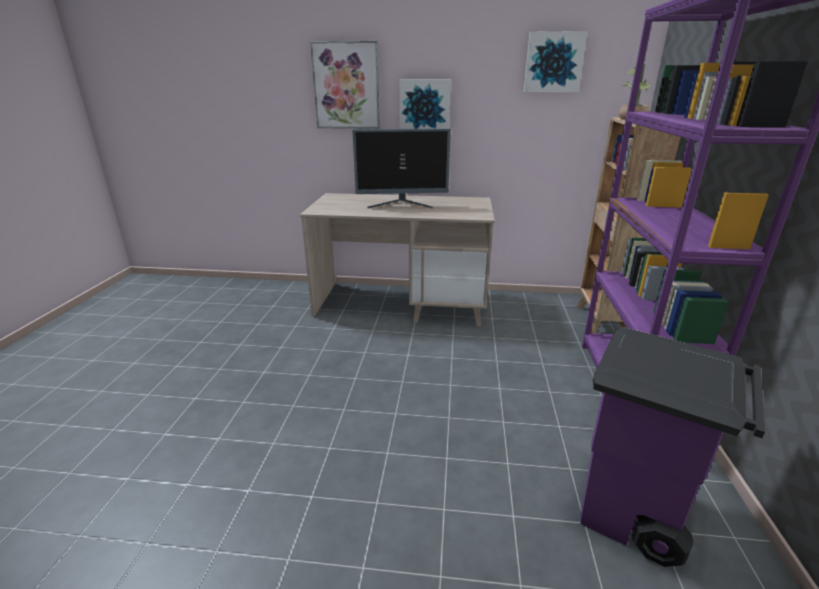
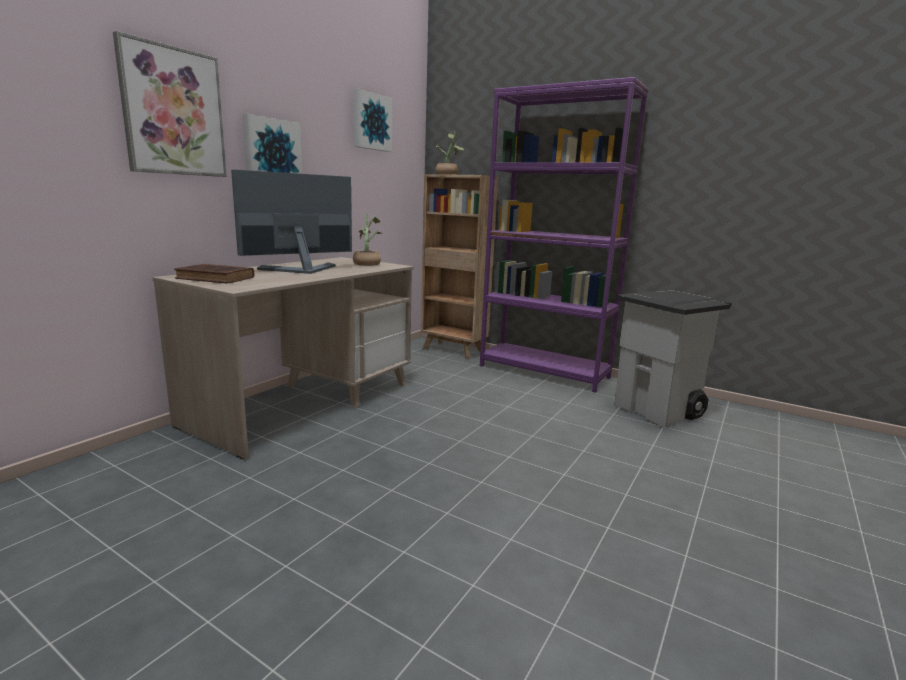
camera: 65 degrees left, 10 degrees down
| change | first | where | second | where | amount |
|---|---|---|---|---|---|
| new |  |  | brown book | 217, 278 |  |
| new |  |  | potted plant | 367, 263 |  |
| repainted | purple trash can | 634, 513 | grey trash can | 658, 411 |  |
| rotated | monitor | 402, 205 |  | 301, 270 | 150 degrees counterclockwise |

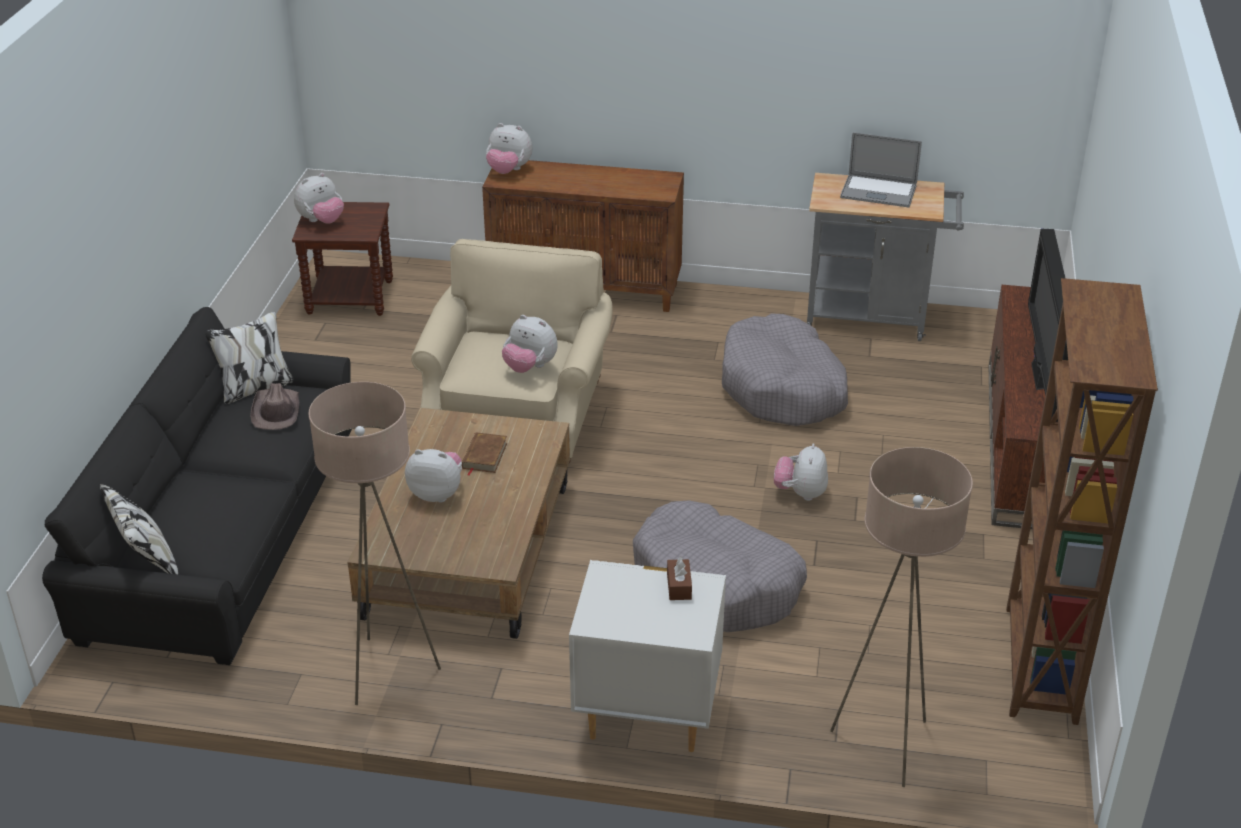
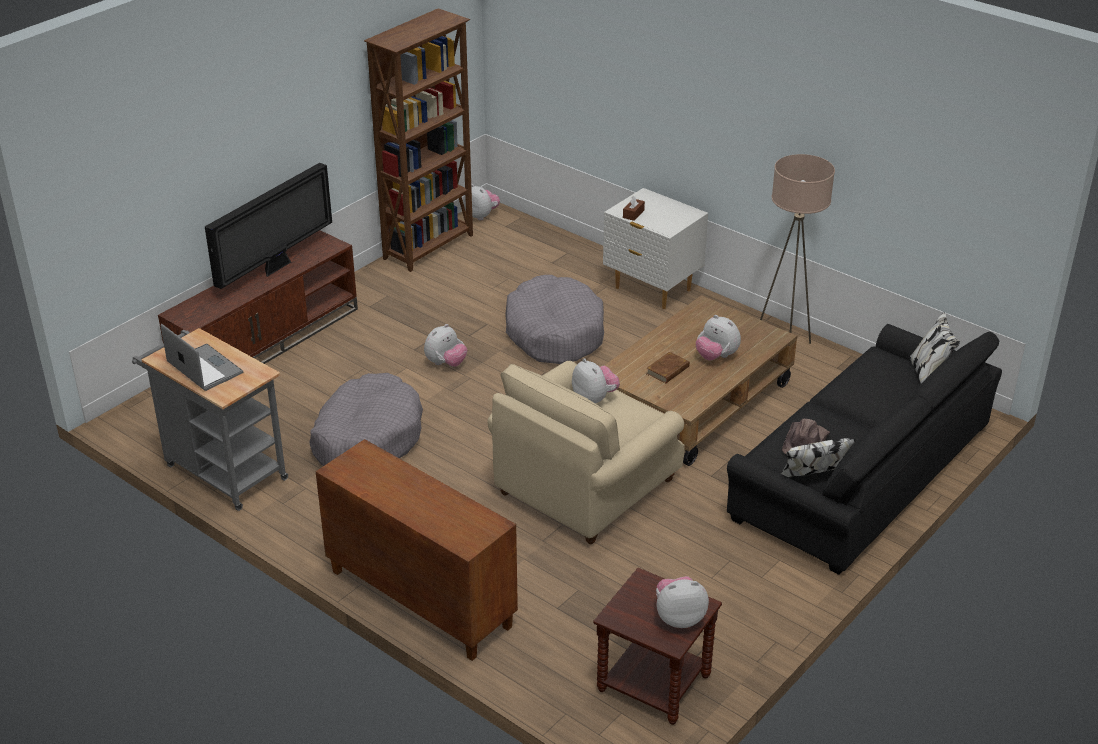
camera: 150 degrees left, 0 degrees up
| change | first | where | second | where | amount |
|---|---|---|---|---|---|
| gone | beige floor lamp | 885, 745 |  |  |  |
| shifted | plush toy | 509, 171 |  | 481, 216 |  |

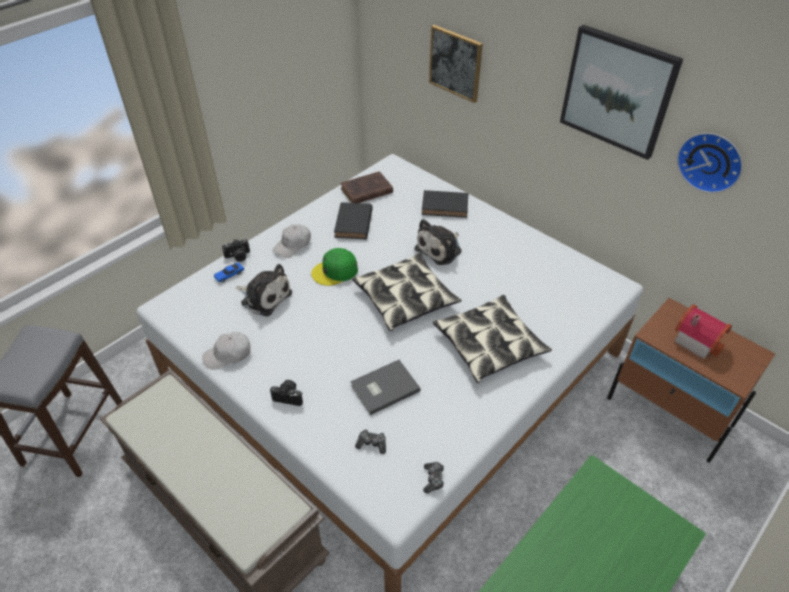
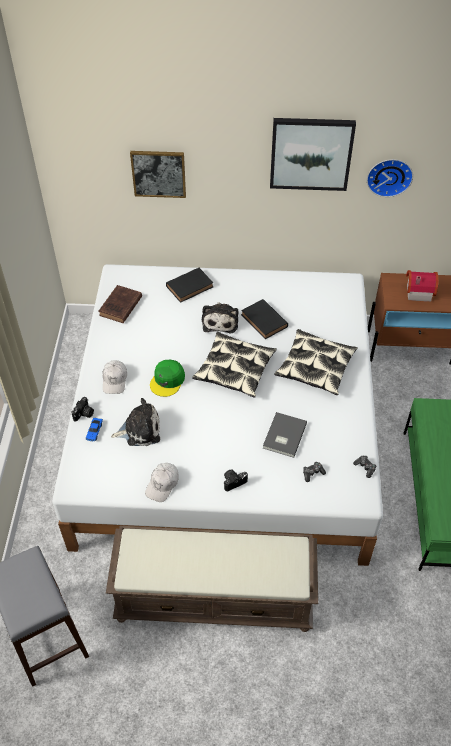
camera: 40 degrees left, 5 degrees up
| change | first | where | second | where | amount |
|---|---|---|---|---|---|
| shifted | black book | 353, 224 |  | 265, 321 |  |

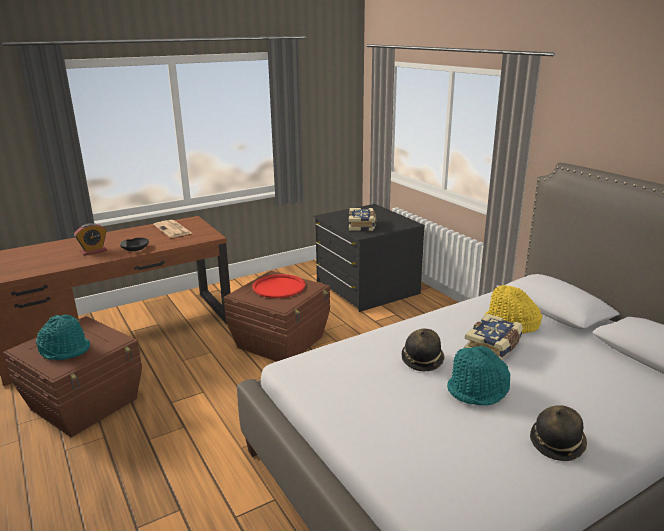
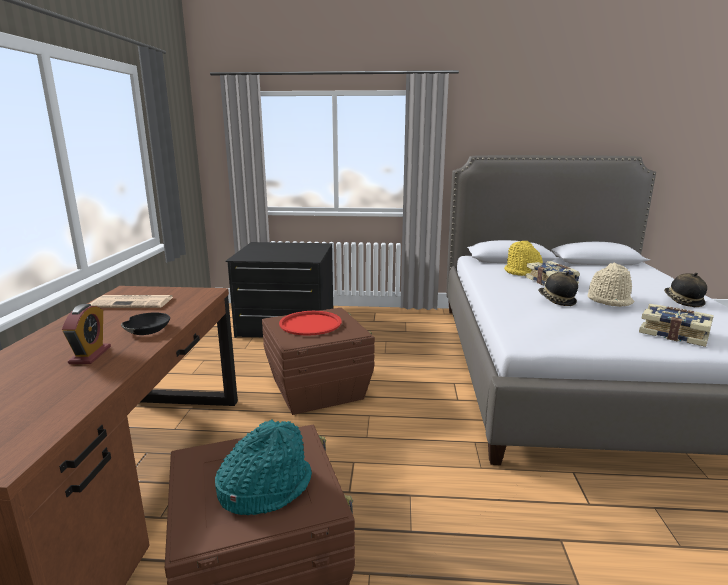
camera: 55 degrees left, 5 degrees down
| change | first | where | second | where | amount |
|---|---|---|---|---|---|
| shifted | book | 362, 225 |  | 674, 333 |  |
| repainted | turquoise hat | 478, 390 | beige hat | 609, 300 |  |

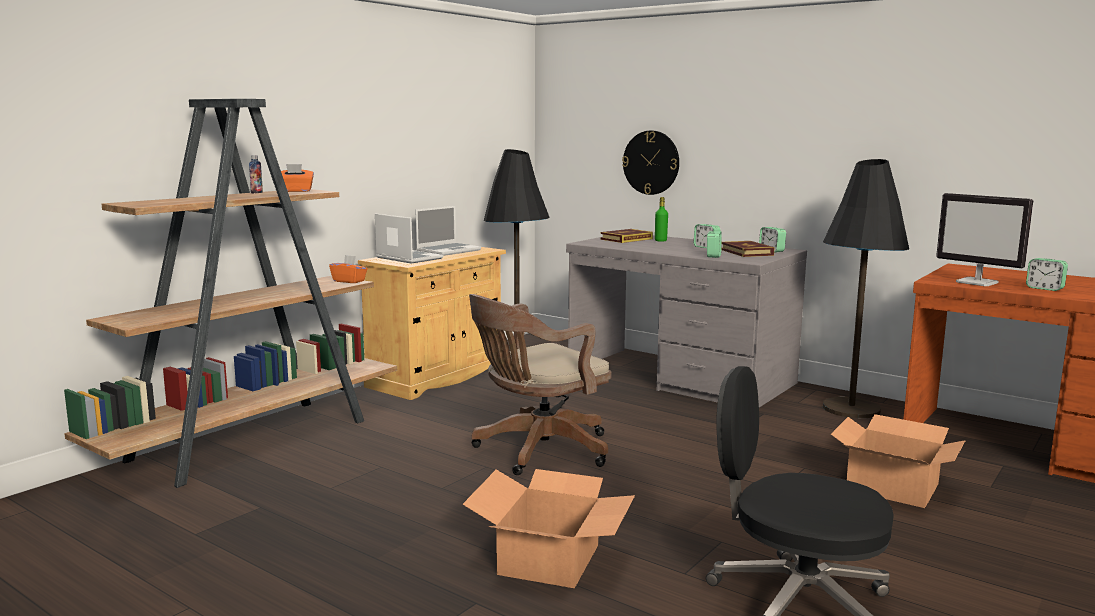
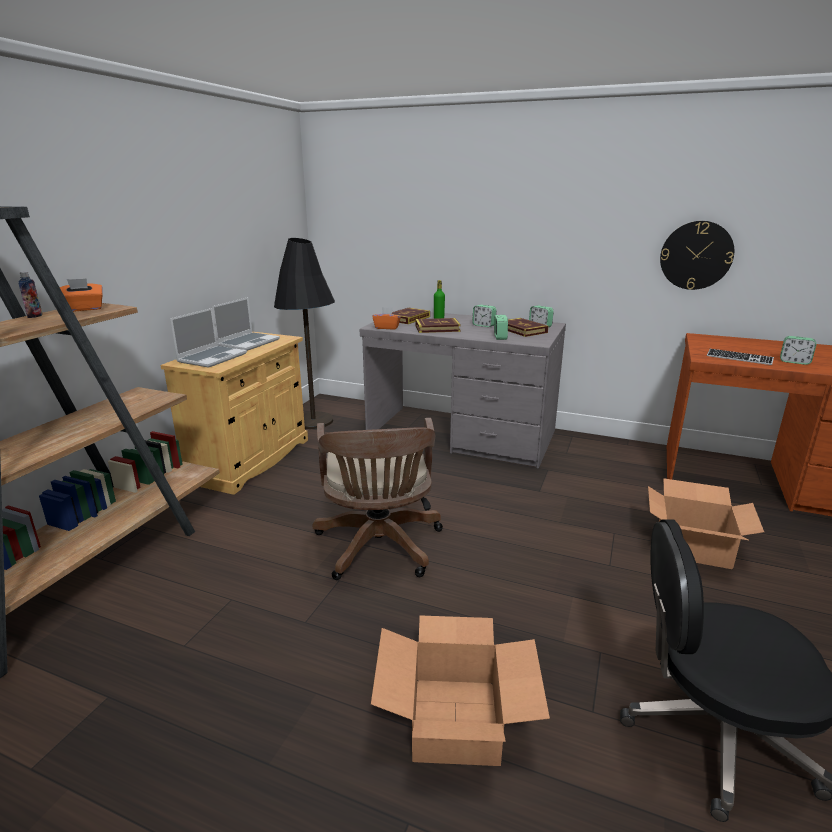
camera: 15 degrees left, 10 degrees up
| change | first | where | second | where | amount |
|---|---|---|---|---|---|
| gone | black floor lamp | 851, 409 |  |  |  |
| new |  |  | book | 437, 328 |  |
| shifted | orange tissue box | 349, 281 |  | 387, 327 |  |
| shifted | wall clock | 651, 162 |  | 696, 255 |  |
| swapped | monitor | 978, 283 | keyboard | 739, 358 |  |
| rotated | laptop | 408, 258 |  | 212, 357 | 90 degrees clockwise |
| rotated | brown office chair | 537, 451 |  | 379, 548 | 45 degrees counterclockwise |

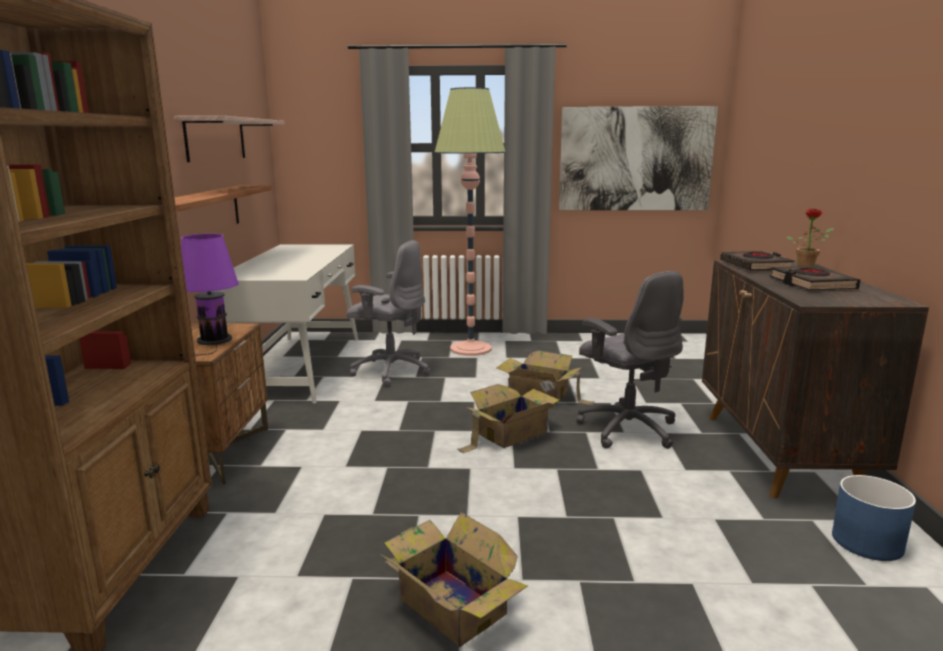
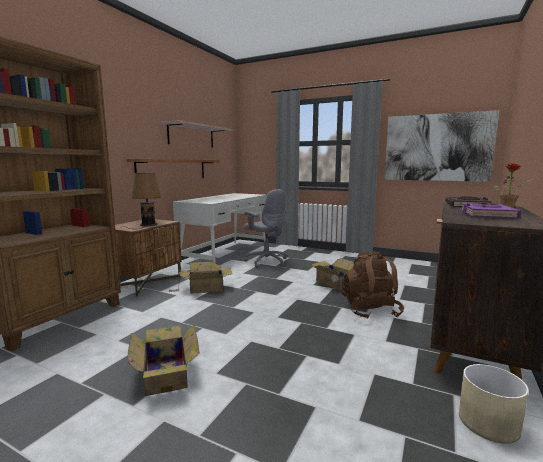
camera: 25 degrees right, 5 degrees down
| change | first | where | second | where | amount |
|---|---|---|---|---|---|
| gone | floor lamp | 471, 349 |  |  |  |
| shifted | cardboard box | 509, 434 |  | 204, 288 |  |
| swapped | grey office chair | 627, 429 | brown backpack | 370, 310 |  |
| repainted | purple table lamp | 212, 341 | brown table lamp | 146, 225 |  |
| repainted | black book | 811, 284 | purple book | 486, 215 |  |
| repainted | blue planter | 868, 542 | beige planter | 489, 423 |  |

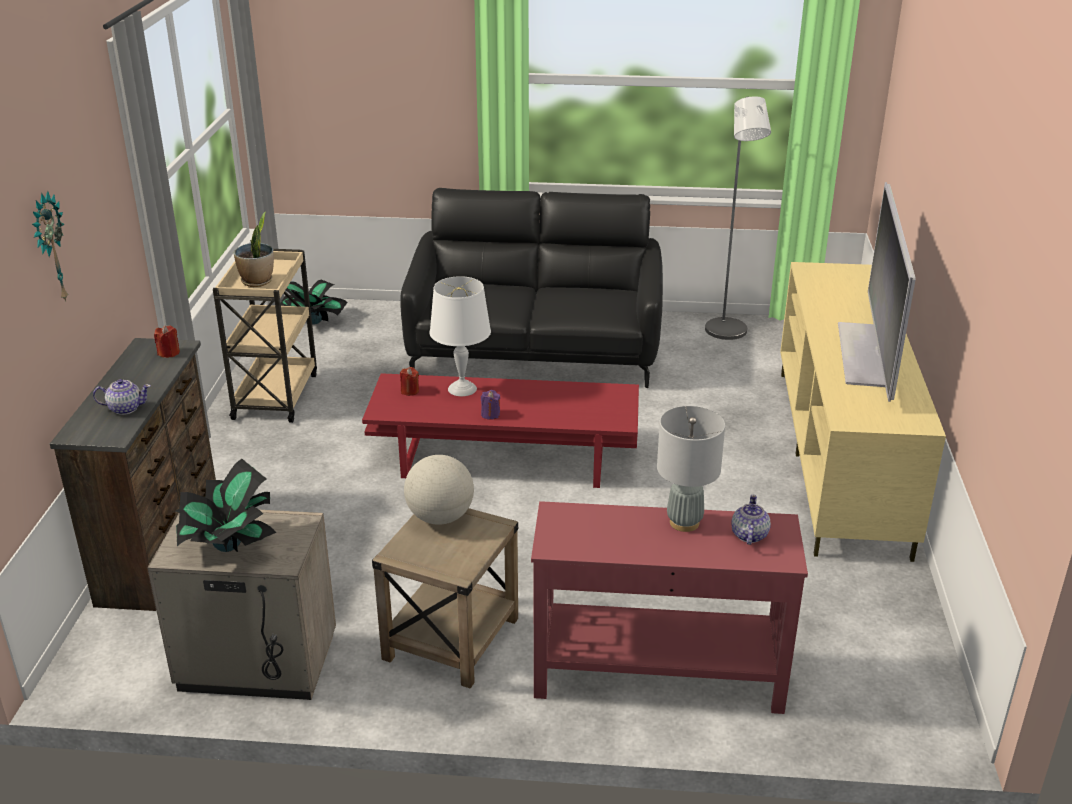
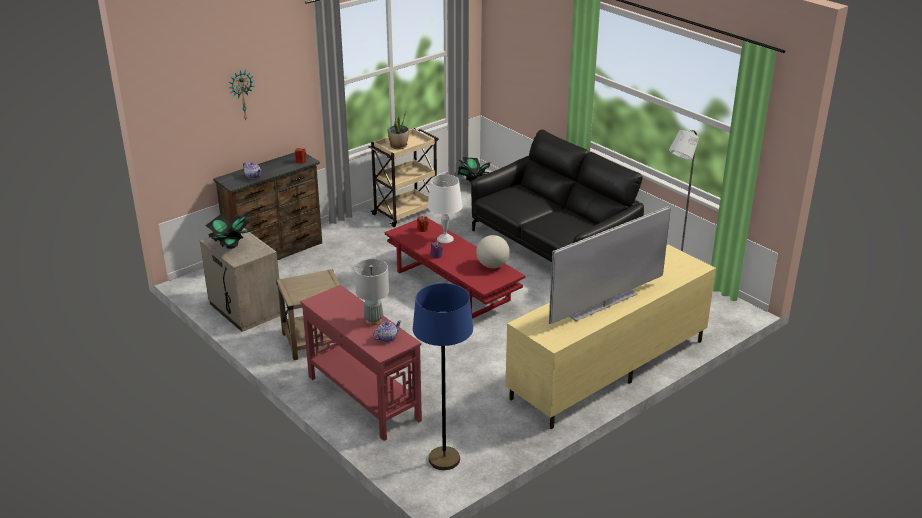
camera: 45 degrees right, 0 degrees up
| change | first | where | second | where | amount |
|---|---|---|---|---|---|
| new |  |  | blue floor lamp | 444, 459 |  |
| shifted | globe | 440, 517 |  | 492, 266 |  |

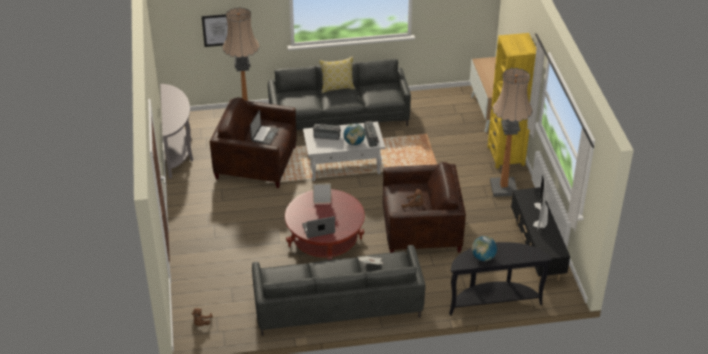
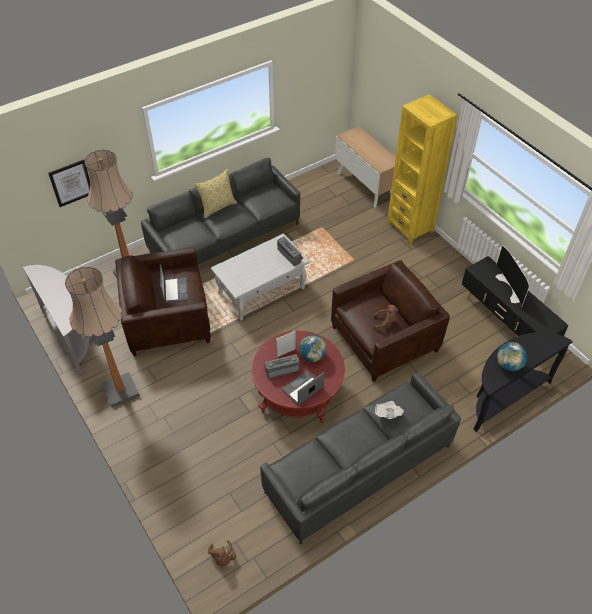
camera: 25 degrees left, 10 degrees up
| change | first | where | second | where | amount |
|---|---|---|---|---|---|
| shifted | radio | 327, 136 |  | 281, 369 |  |
| shifted | globe | 354, 143 |  | 312, 356 |  |
| shifted | floor lamp | 503, 188 |  | 120, 390 |  |

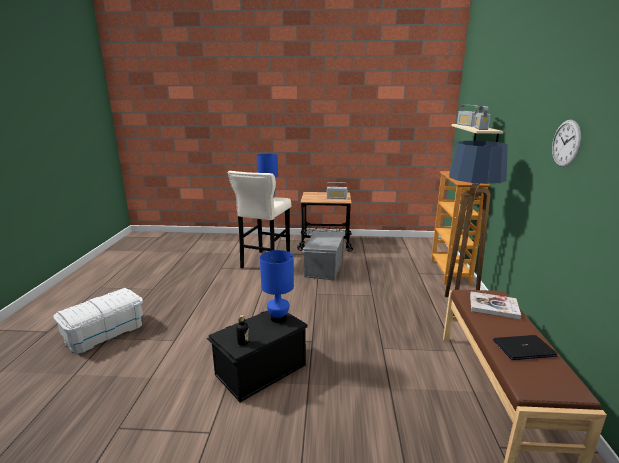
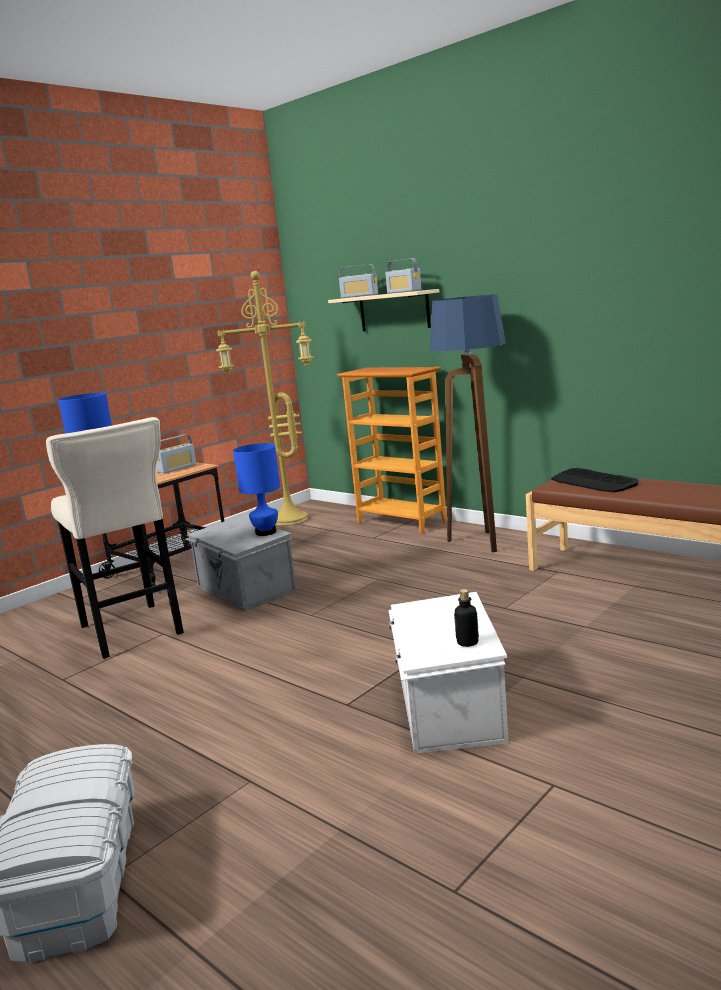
camera: 50 degrees left, 5 degrees down
| change | first | where | second | where | amount |
|---|---|---|---|---|---|
| gone | laptop | 523, 348 |  |  |  |
| gone | wall clock | 566, 143 |  |  |  |
| new |  |  | yellow floor lamp | 288, 521 |  |
| shifted | blue table lamp | 278, 318 |  | 265, 532 |  |
| swapped | book | 493, 306 | keyboard | 593, 482 |  |
| repainted | black storage box | 259, 369 | white storage box | 447, 708 |  |

